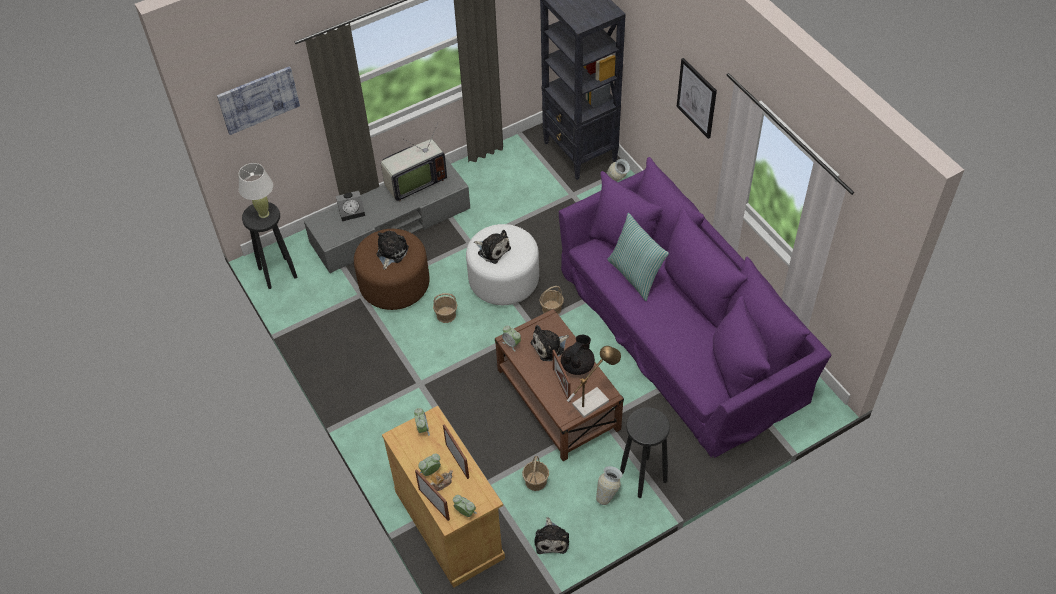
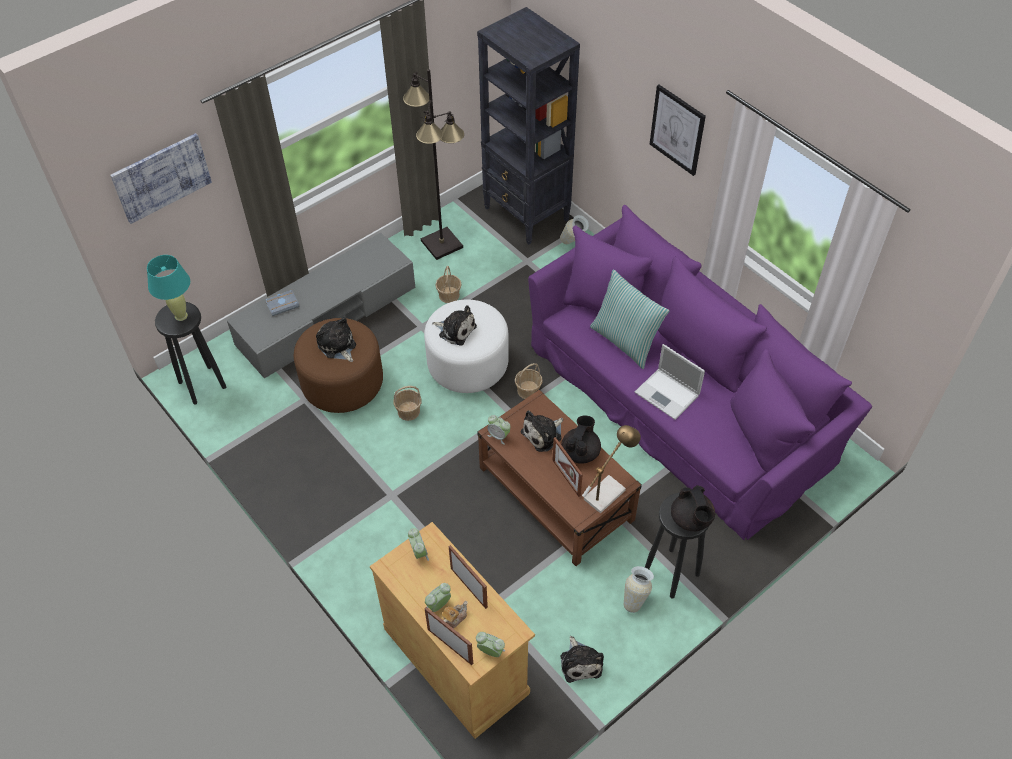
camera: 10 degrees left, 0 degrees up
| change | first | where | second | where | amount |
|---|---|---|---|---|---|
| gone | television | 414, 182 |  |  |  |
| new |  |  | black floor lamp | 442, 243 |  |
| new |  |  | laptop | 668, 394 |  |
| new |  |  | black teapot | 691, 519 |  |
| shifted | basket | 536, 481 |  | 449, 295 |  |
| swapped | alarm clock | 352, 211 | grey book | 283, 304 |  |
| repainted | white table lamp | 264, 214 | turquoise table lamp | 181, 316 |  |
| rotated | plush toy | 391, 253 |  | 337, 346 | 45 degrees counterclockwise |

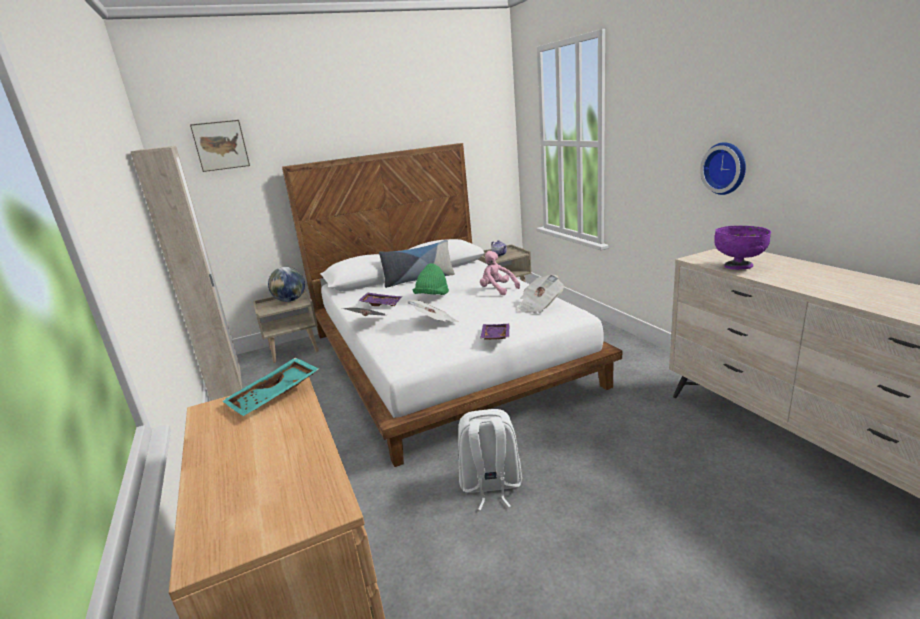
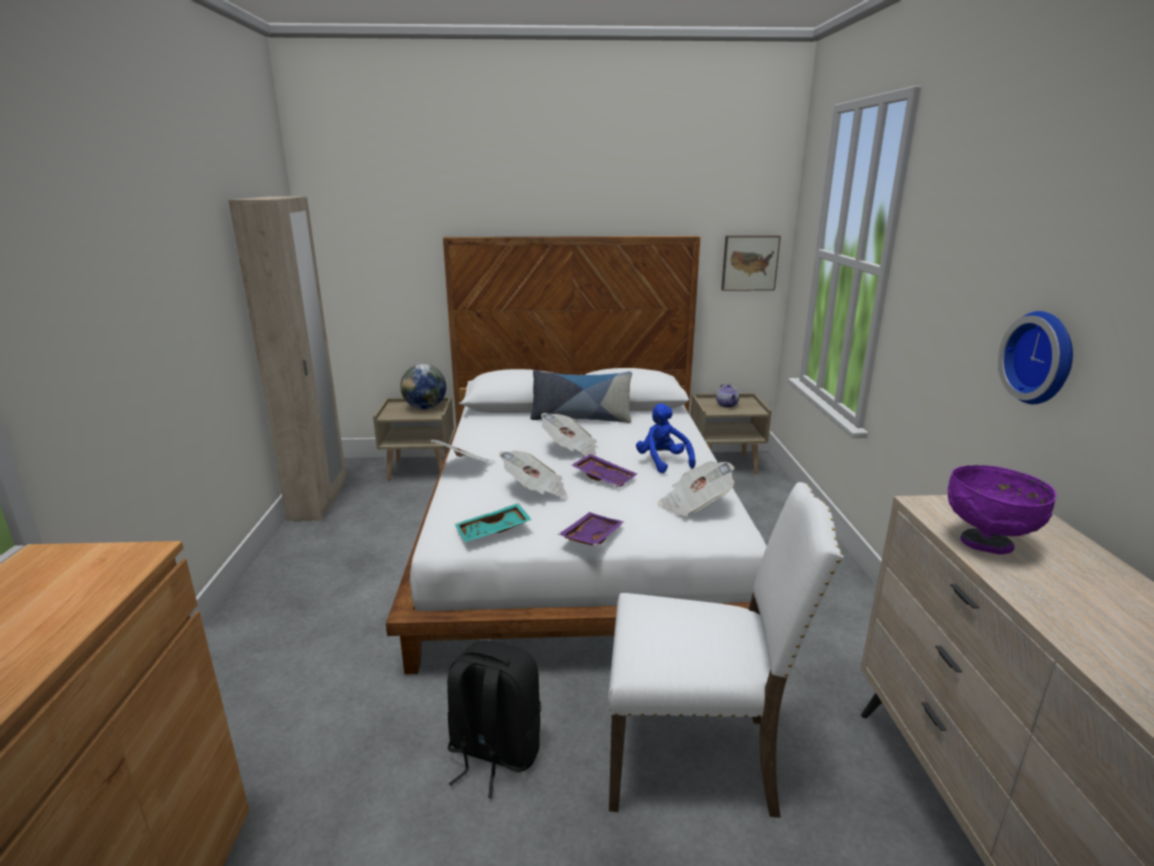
camera: 20 degrees right, 0 degrees up
| change | first | where | second | where | amount |
|---|---|---|---|---|---|
| new |  |  | white chair | 696, 757 |  |
| shifted | picture | 220, 145 |  | 749, 262 |  |
| shifted | turquoise tray | 275, 396 |  | 493, 532 |  |
| shifted | purple tray | 381, 303 |  | 604, 477 |  |
| swapped | green hat | 432, 297 | newspaper | 570, 449 |  |
| repainted | white backpack | 490, 485 | black backpack | 493, 753 |  |
| repainted | pink plush toy | 497, 290 | blue plush toy | 662, 462 |  |

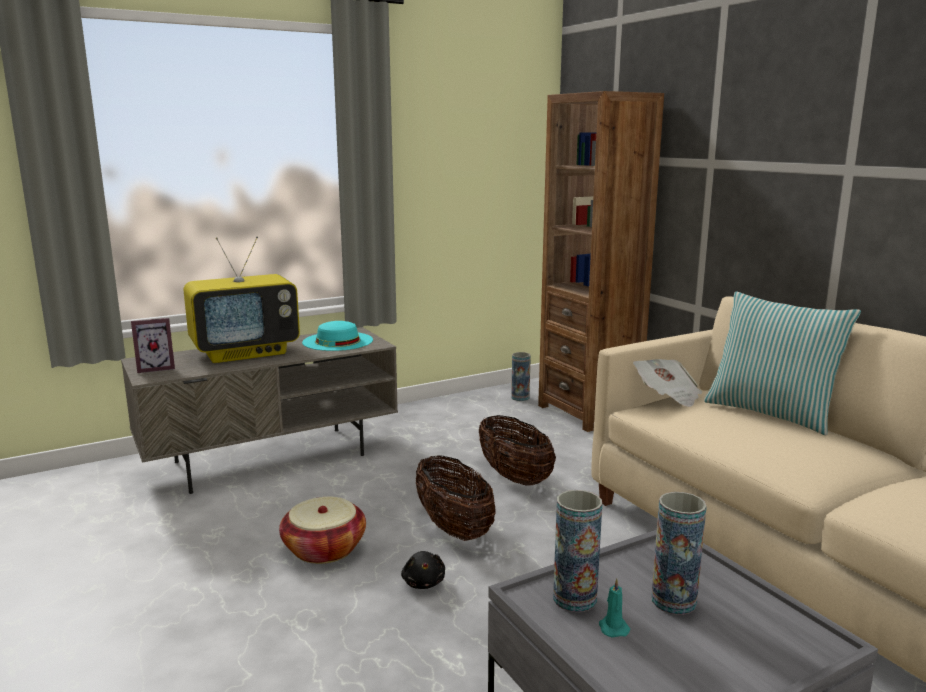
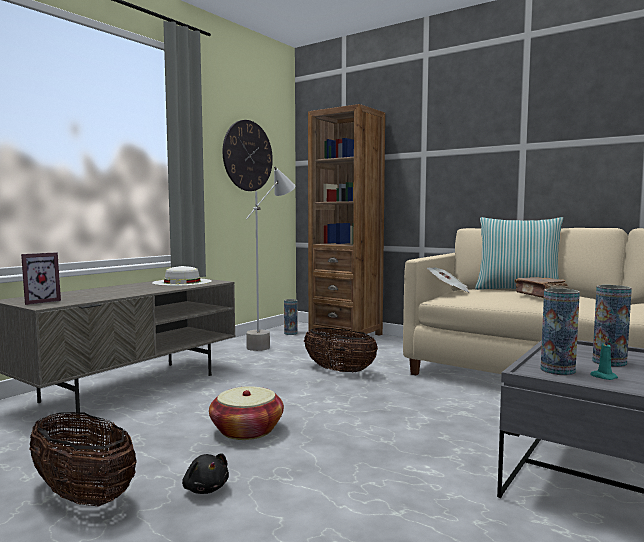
camera: 25 degrees left, 10 degrees down
| change | first | where | second | where | amount |
|---|---|---|---|---|---|
| gone | television | 246, 352 |  |  |  |
| new |  |  | wall clock | 248, 156 |  |
| new |  |  | grey floor lamp | 271, 343 |  |
| new |  |  | brown book | 540, 295 |  |
| shifted | black plush toy | 423, 582 |  | 205, 488 |  |
| shifted | basket | 454, 528 |  | 83, 495 |  |
| repainted | turquoise hat | 337, 341 | white hat | 182, 282 |  |

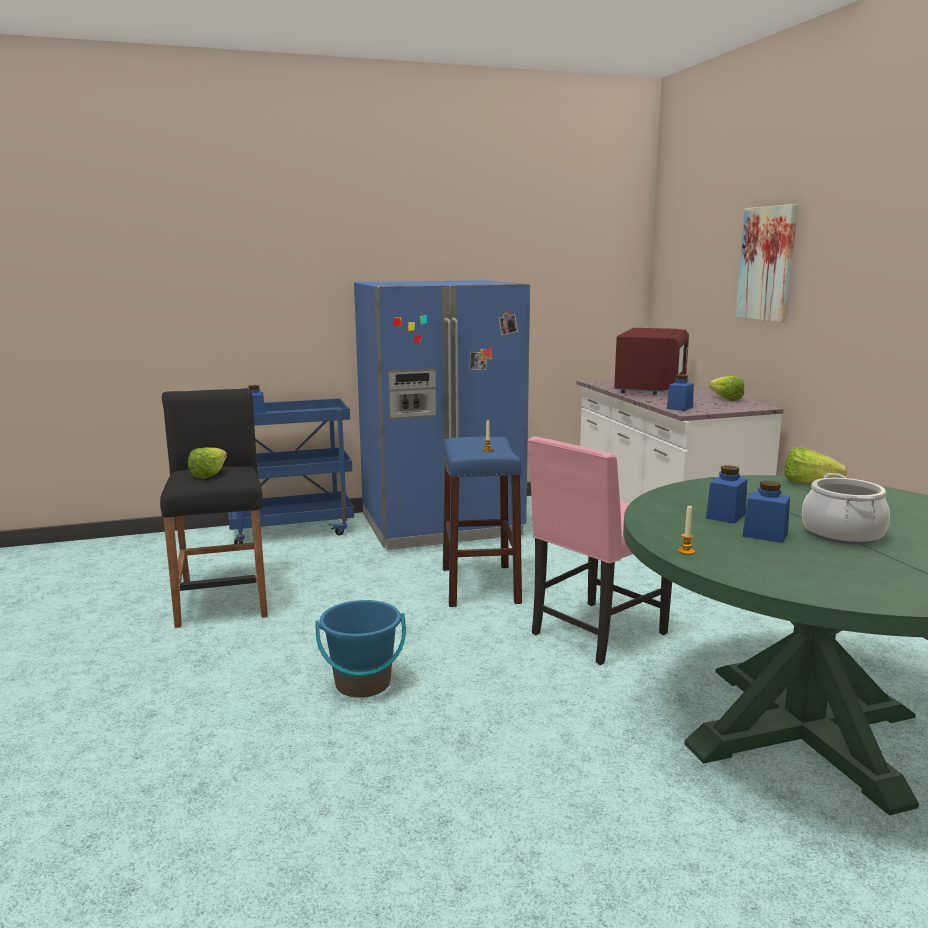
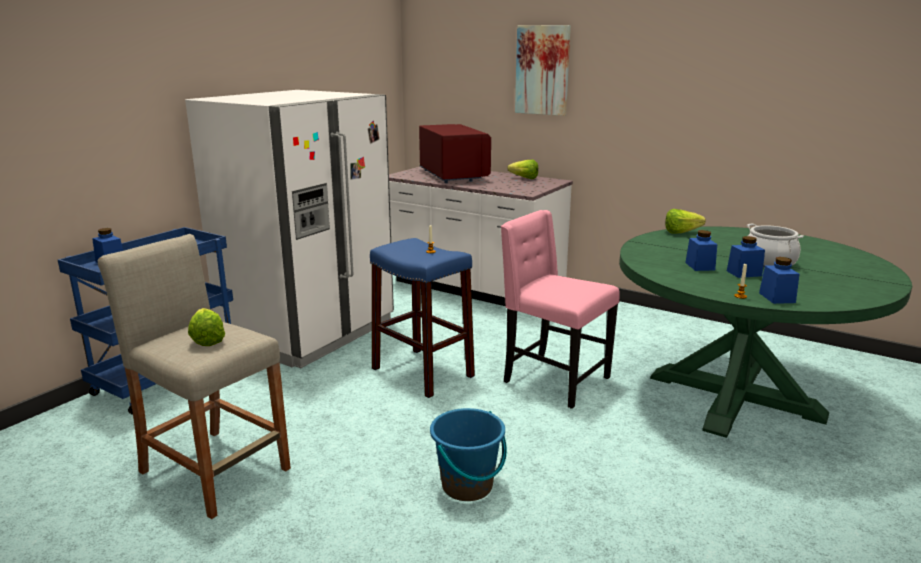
camera: 40 degrees left, 5 degrees up
| change | first | where | second | where | amount |
|---|---|---|---|---|---|
| shifted | blue jar | 679, 408 |  | 777, 298 |  |
| repainted | black stool | 223, 599 | beige stool | 214, 470 |  |
| repainted | blue fridge | 441, 525 | white fridge | 309, 332 |  |
| rotated | pink chair | 595, 634 |  | 553, 380 | 120 degrees clockwise |

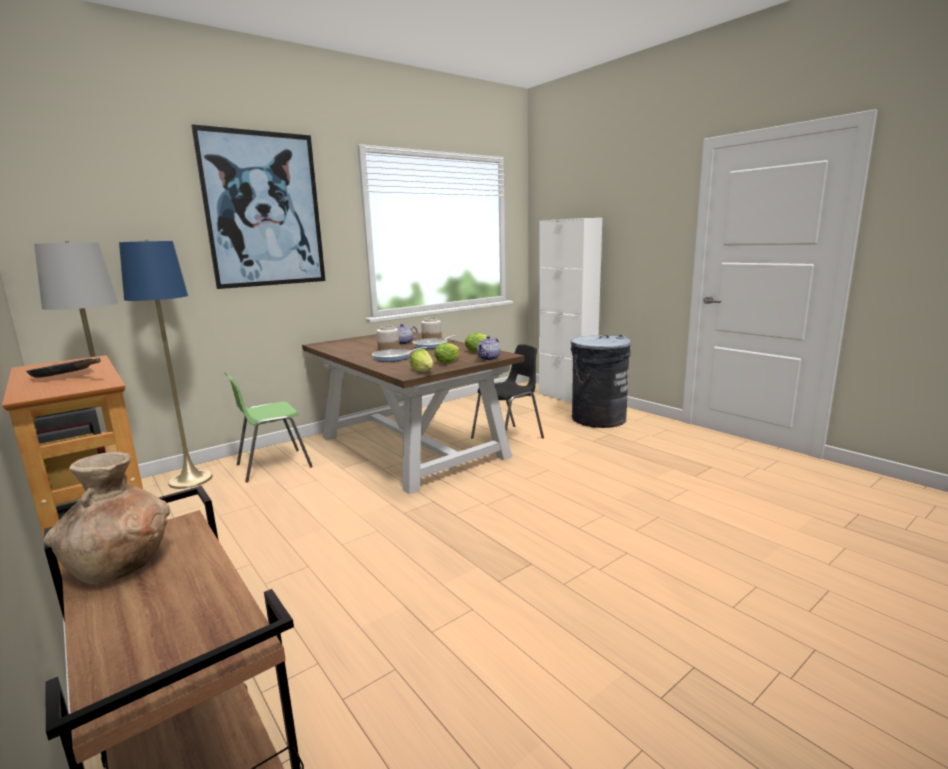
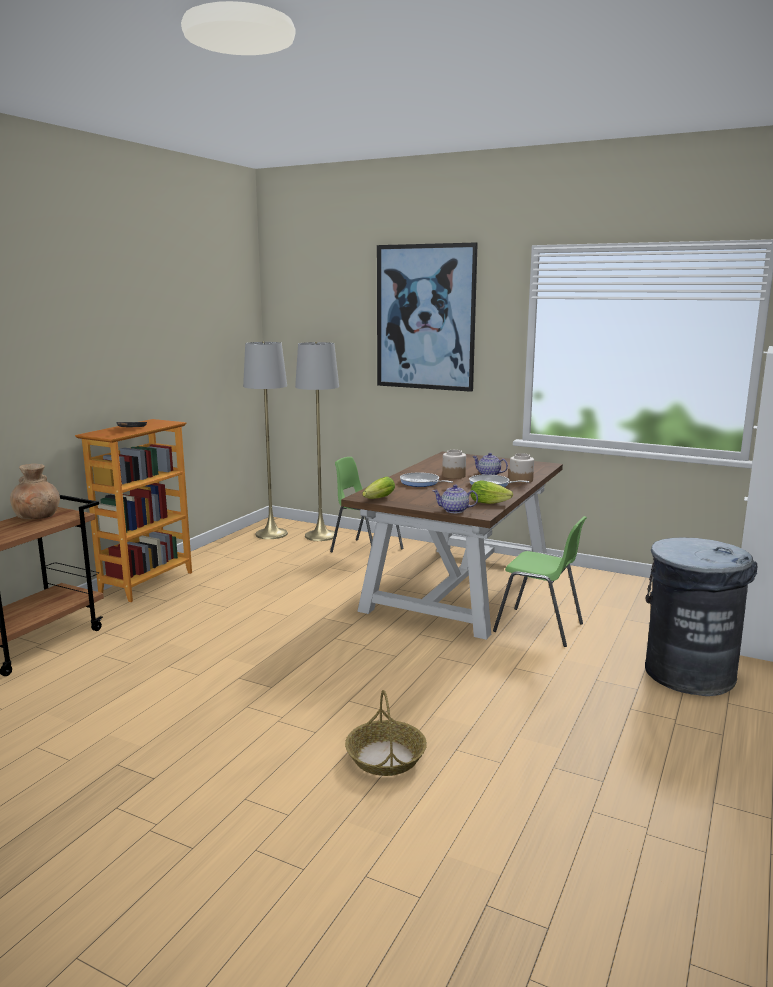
camera: 65 degrees right, 0 degrees up
| change | first | where | second | where | amount |
|---|---|---|---|---|---|
| gone | lettuce | 449, 361 |  |  |  |
| new |  |  | basket | 386, 757 |  |
| repainted | blue floor lamp | 190, 480 | grey floor lamp | 320, 535 |  |
| repainted | black chair | 508, 438 | green chair | 539, 628 |  |

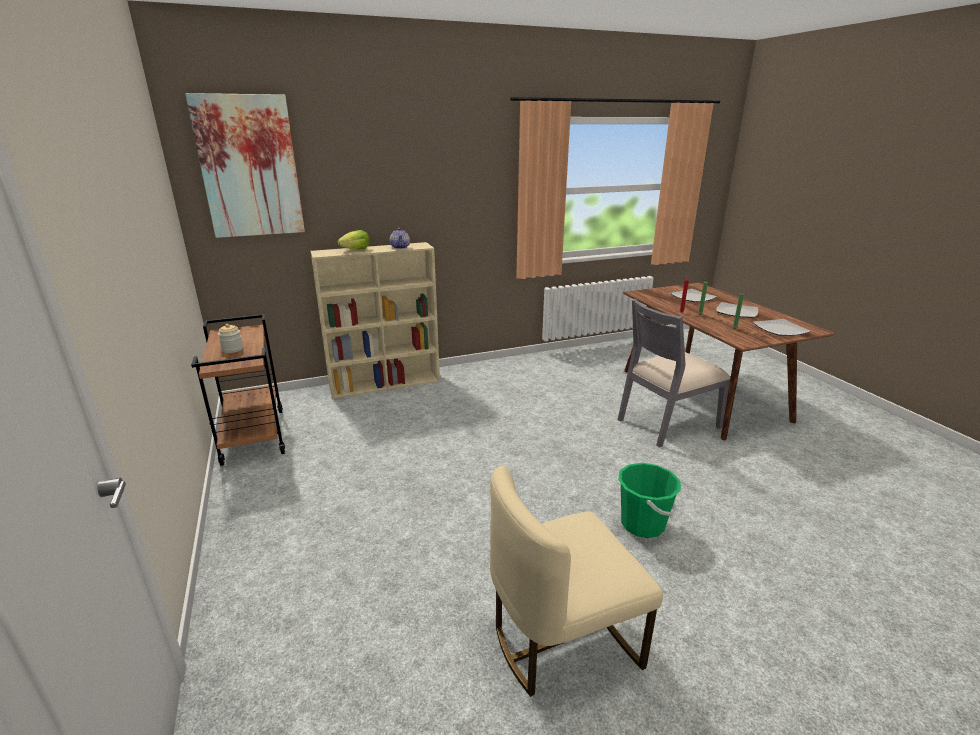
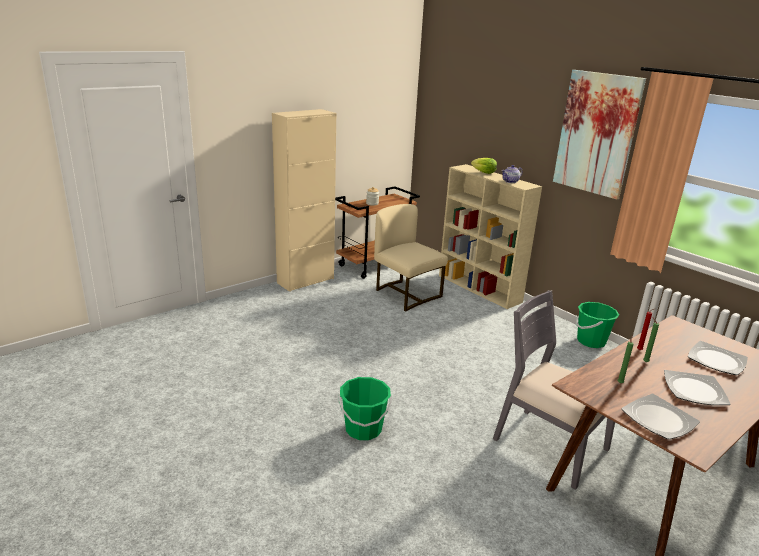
camera: 70 degrees right, 0 degrees up
| change | first | where | second | where | amount |
|---|---|---|---|---|---|
| new |  |  | beige cabinet | 305, 281 |  |
| new |  |  | green bucket | 591, 341 |  |
| shifted | picture | 249, 167 |  | 596, 134 |  |
| shifted | beige chair | 562, 640 |  | 406, 294 |  |

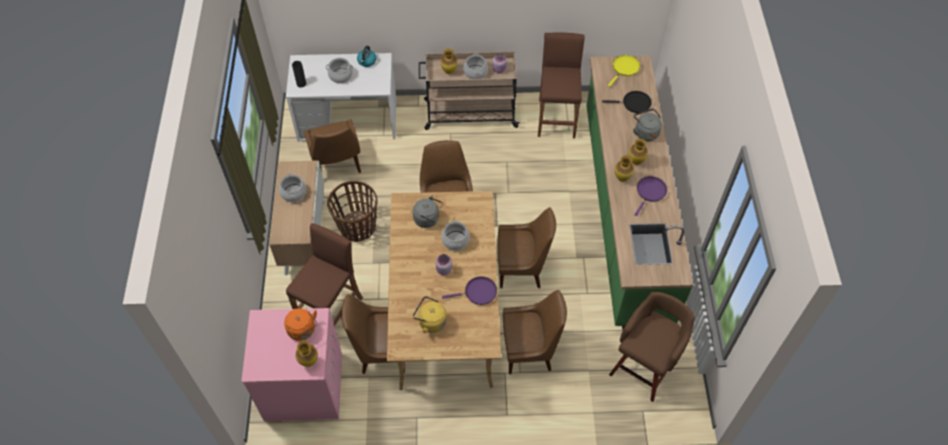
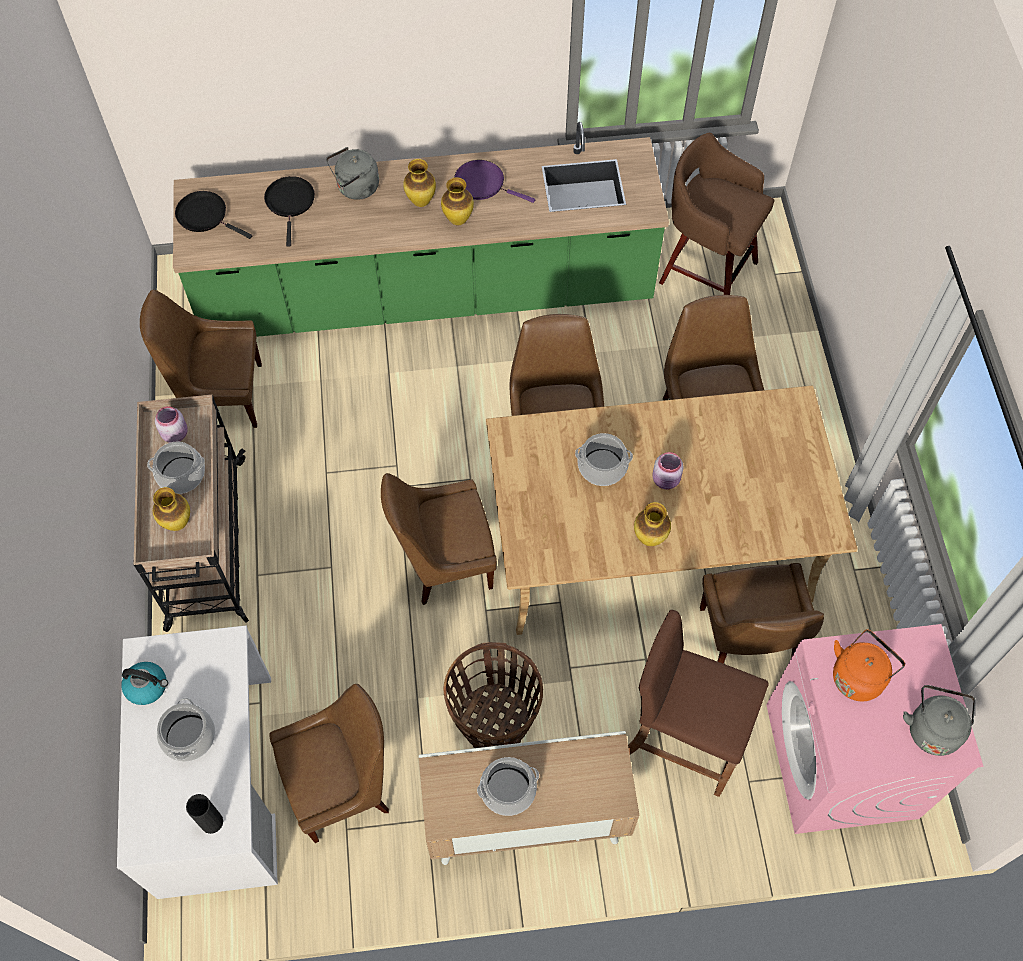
camera: 95 degrees left, 5 degrees up
| change | first | where | second | where | amount |
|---|---|---|---|---|---|
| gone | yellow kettle | 430, 322 |  |  |  |
| gone | purple frying pan | 478, 292 |  |  |  |
| shifted | vase | 309, 361 |  | 649, 539 |  |
| shifted | grey kettle | 428, 219 |  | 933, 728 |  |
| swapped | brown stool | 556, 118 | brown chair | 222, 396 |  |
| repainted | yellow frying pan | 625, 68 | black frying pan | 205, 216 |  |

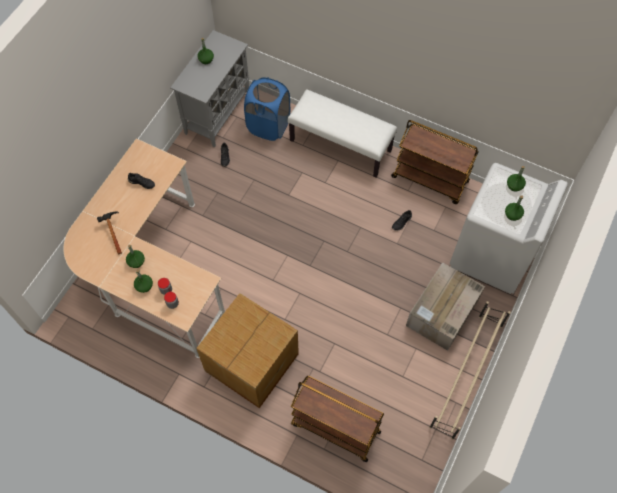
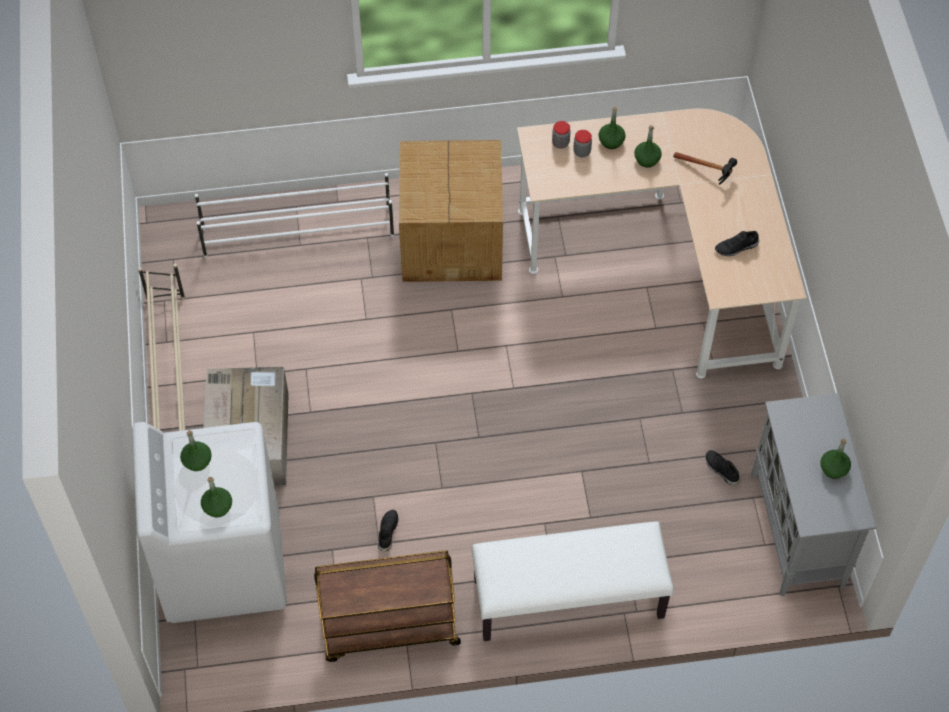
camera: 145 degrees right, 5 degrees down
| change | first | where | second | where | amount |
|---|---|---|---|---|---|
| gone | blue laundry basket | 269, 126 |  |  |  |
| swapped | brown cart | 334, 428 | white shoe rack | 299, 232 |  |

